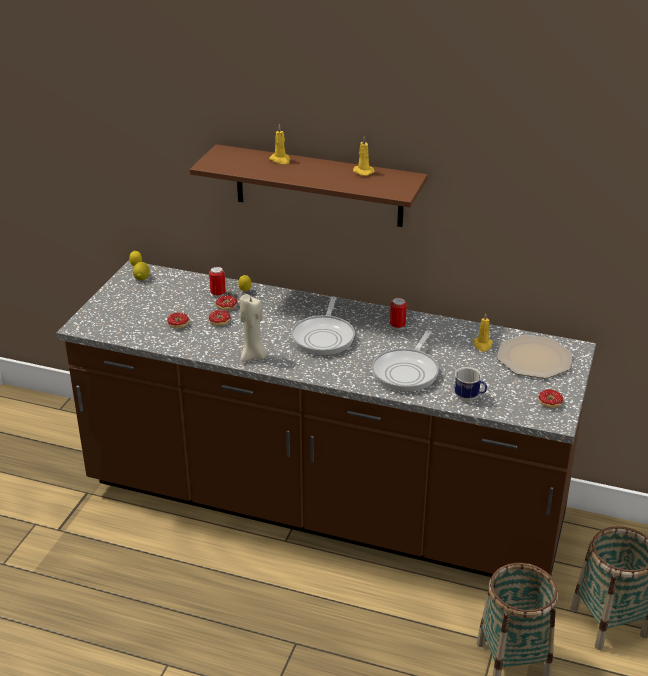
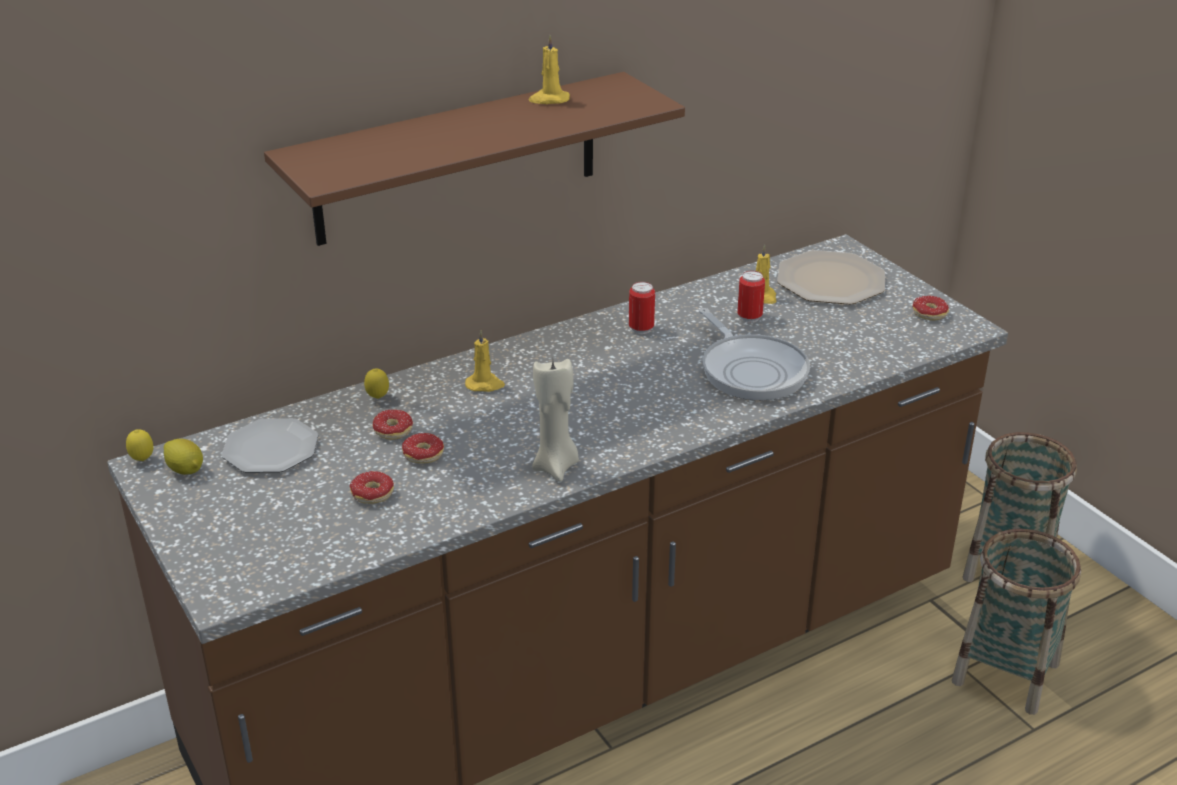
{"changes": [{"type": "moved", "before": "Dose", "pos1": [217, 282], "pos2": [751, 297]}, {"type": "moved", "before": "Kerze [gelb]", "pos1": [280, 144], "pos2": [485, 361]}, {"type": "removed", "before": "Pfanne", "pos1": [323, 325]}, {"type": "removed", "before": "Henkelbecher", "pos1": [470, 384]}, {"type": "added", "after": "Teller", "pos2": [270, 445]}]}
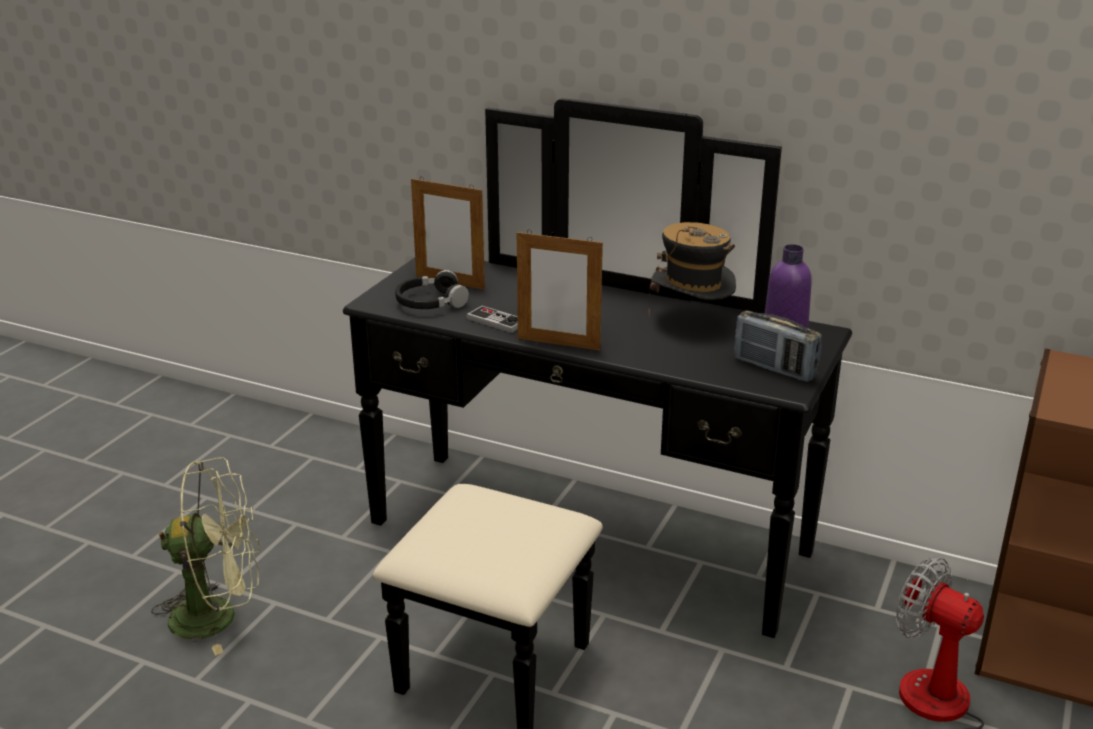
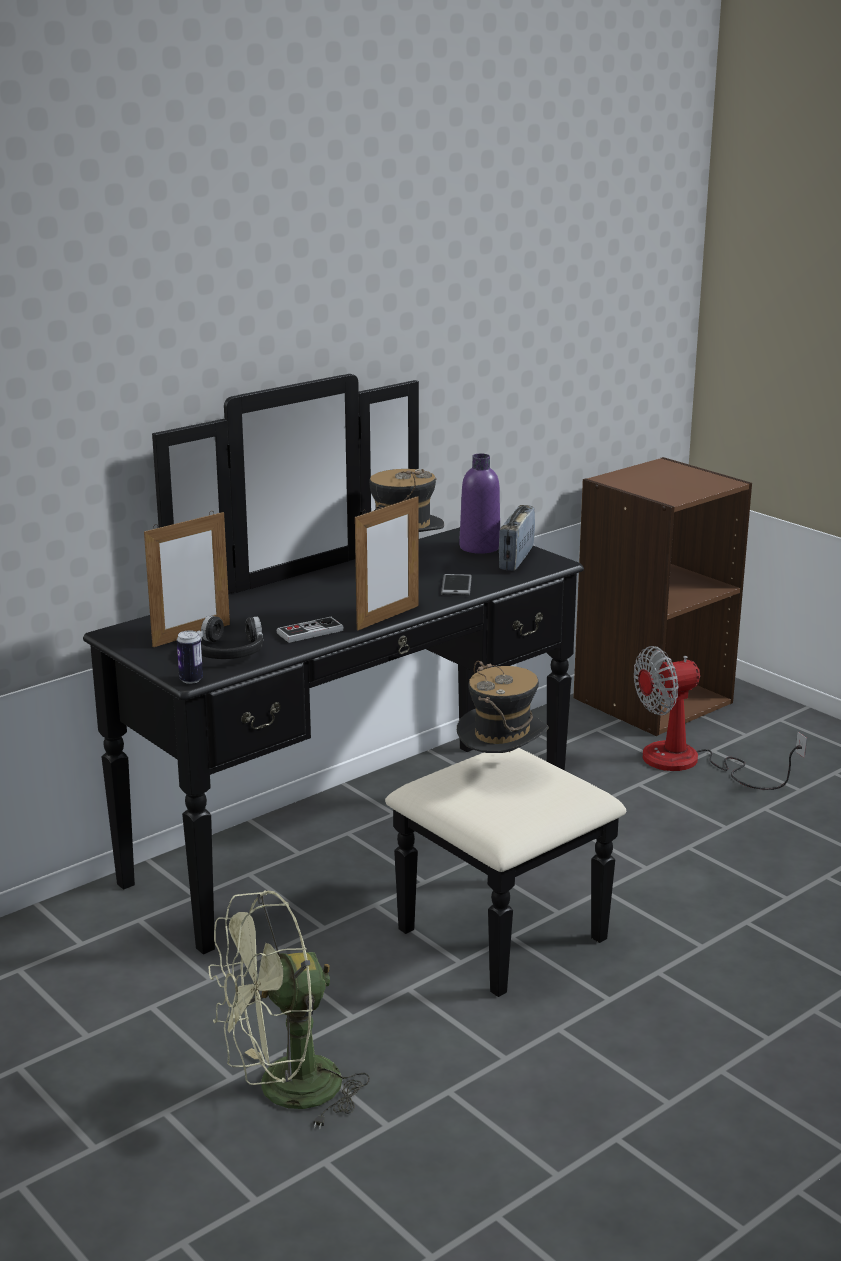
{"changes": [{"type": "turned", "before": "Ventilator [grün]", "pos1": [205, 556], "pos2": [289, 1010], "turn": -135}, {"type": "turned", "before": "Radio", "pos1": [778, 346], "pos2": [517, 538], "turn": 135}, {"type": "added", "after": "Dose", "pos2": [190, 657]}, {"type": "added", "after": "Handy", "pos2": [456, 585]}, {"type": "added", "after": "Hut", "pos2": [503, 707]}]}
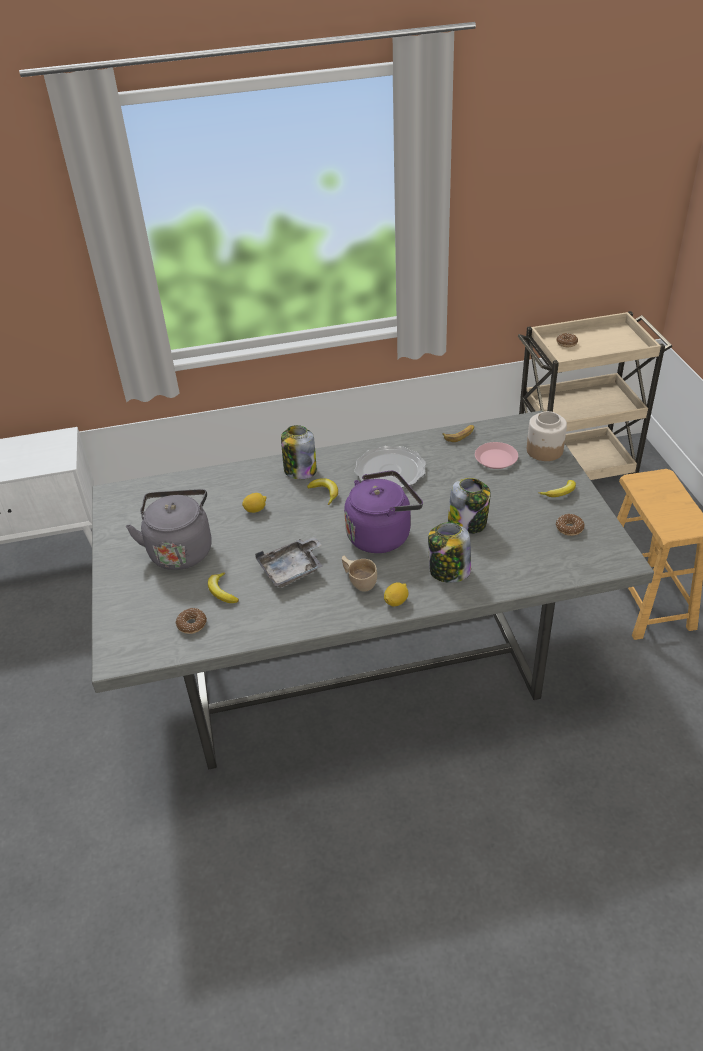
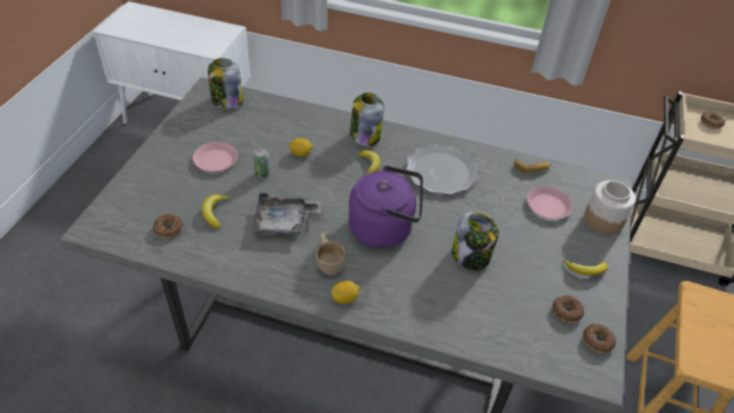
{"changes": [{"type": "replaced", "before": "Wasserkessel [grau]", "after": "Teller [rosa]", "pos1": [169, 529], "pos2": [215, 157]}, {"type": "moved", "before": "Vorratsglas", "pos1": [449, 552], "pos2": [225, 83]}, {"type": "added", "after": "Dose", "pos2": [262, 163]}, {"type": "added", "after": "Donut", "pos2": [599, 338]}]}
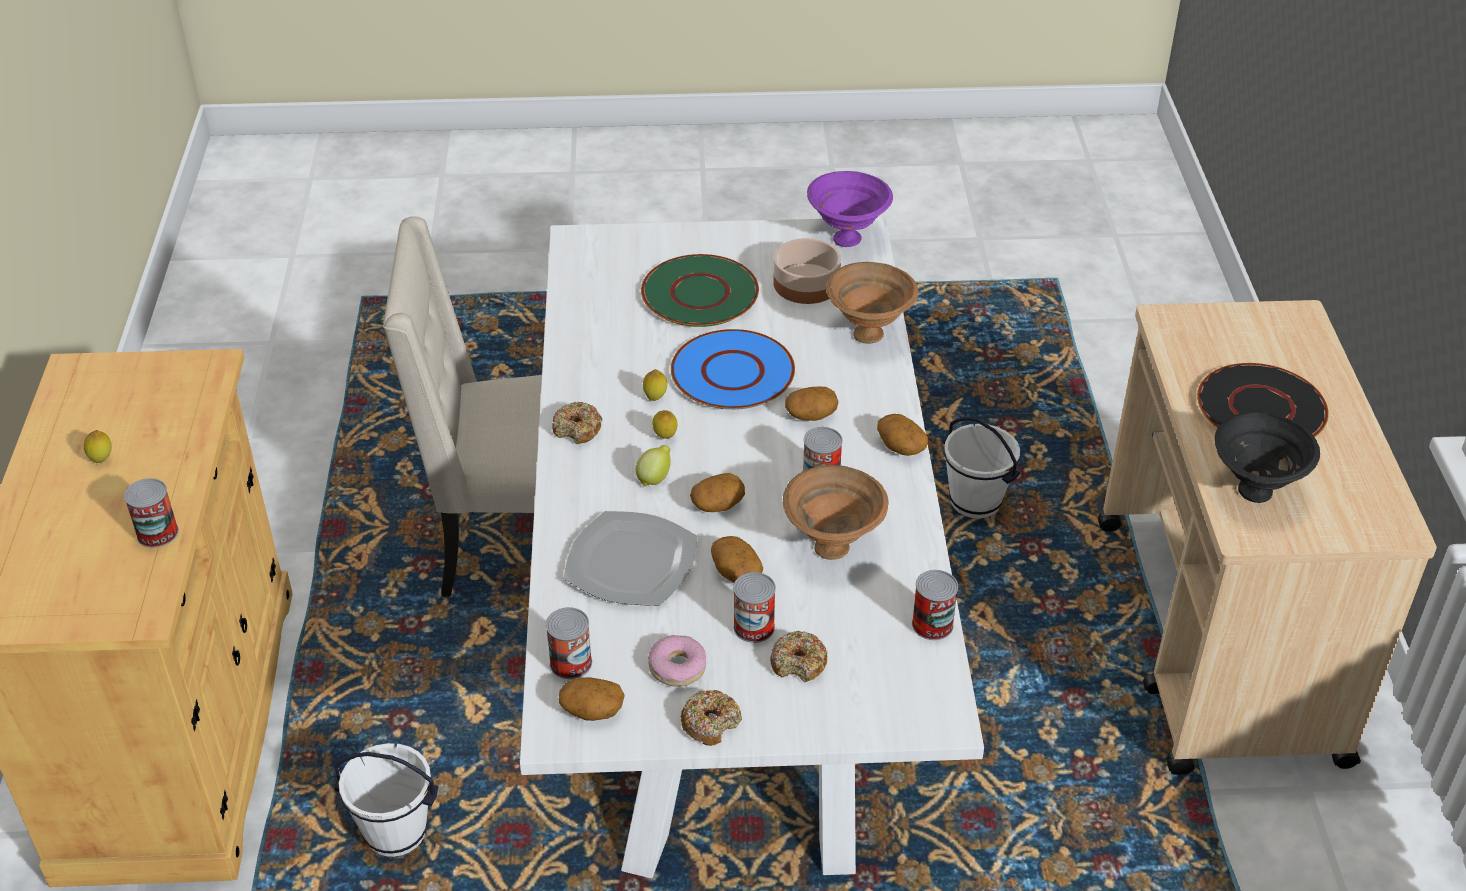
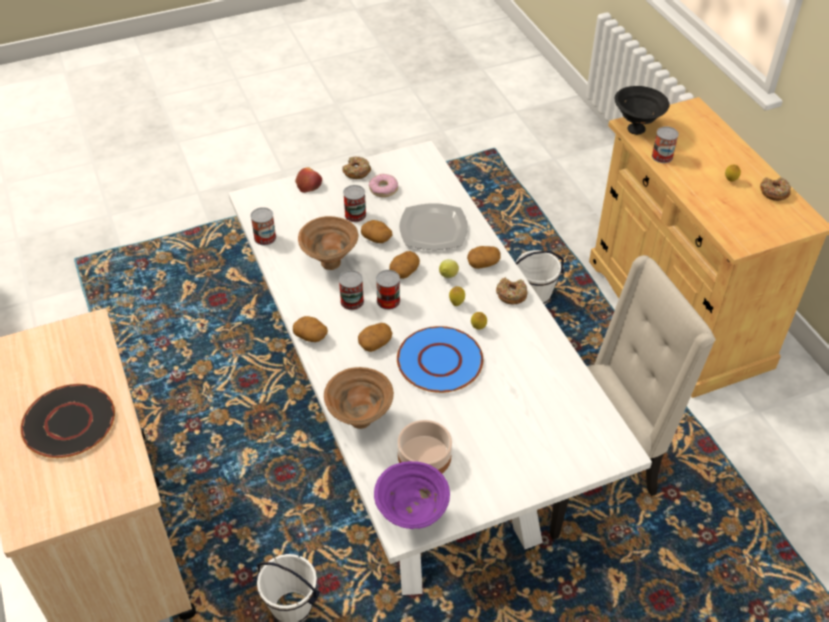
{"changes": [{"type": "moved", "before": "Dose", "pos1": [569, 643], "pos2": [388, 290]}, {"type": "moved", "before": "Kartoffel", "pos1": [591, 699], "pos2": [484, 257]}, {"type": "removed", "before": "Teller [grün]", "pos1": [700, 290]}, {"type": "moved", "before": "Donut", "pos1": [799, 656], "pos2": [775, 189]}, {"type": "moved", "before": "Schüssel [schwarz]", "pos1": [1267, 457], "pos2": [642, 110]}, {"type": "added", "after": "Apfel", "pos2": [308, 180]}]}
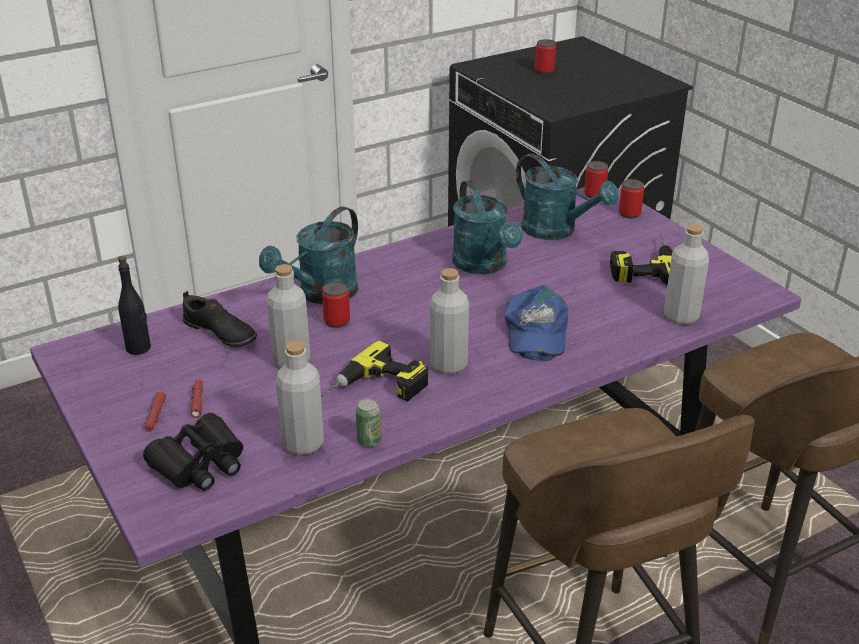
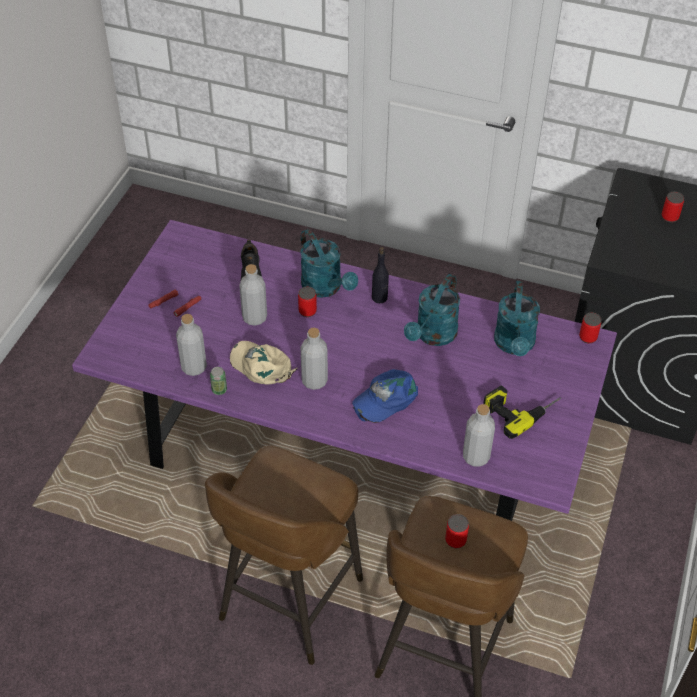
{"changes": [{"type": "moved", "before": "Flasche [schwarz]", "pos1": [134, 305], "pos2": [380, 275]}, {"type": "removed", "before": "Fernglas [schwarz]", "pos1": [193, 452]}, {"type": "turned", "before": "Gießkanne [türkis]", "pos1": [308, 255], "pos2": [329, 263], "turn": -120}, {"type": "replaced", "before": "Bohrmaschine", "after": "Kappe [beige]", "pos1": [374, 371], "pos2": [264, 362]}, {"type": "moved", "before": "Dose", "pos1": [631, 199], "pos2": [457, 531]}]}
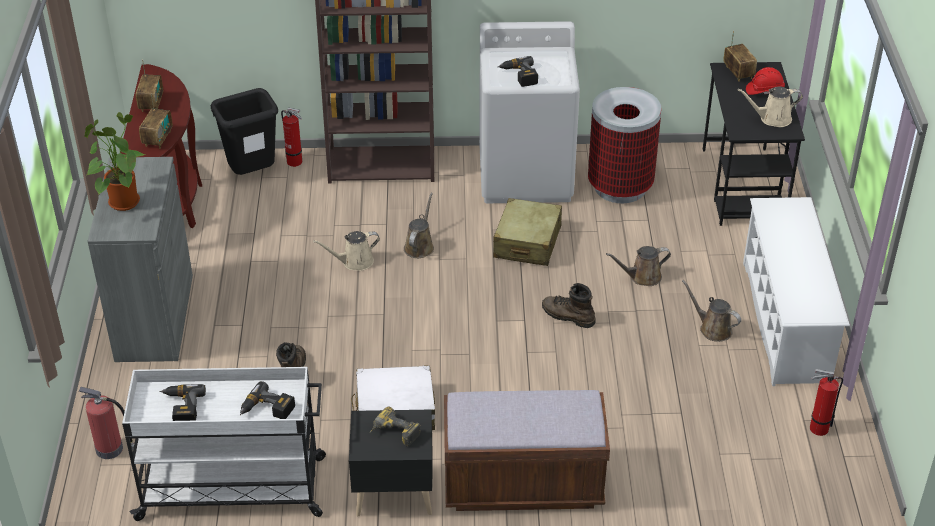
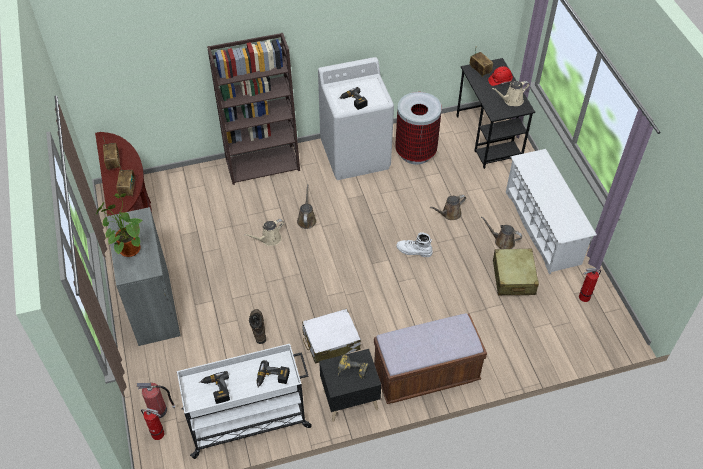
{"changes": [{"type": "removed", "before": "Mülleimer [schwarz]", "pos1": [244, 131]}, {"type": "moved", "before": "Feuerlöscher", "pos1": [291, 137], "pos2": [152, 424]}, {"type": "moved", "before": "Koffer [beige]", "pos1": [527, 232], "pos2": [516, 272]}, {"type": "recoloured", "before": "Stiefel [braun]", "after": "Stiefel [weiß]", "pos1": [569, 305], "pos2": [414, 244]}]}
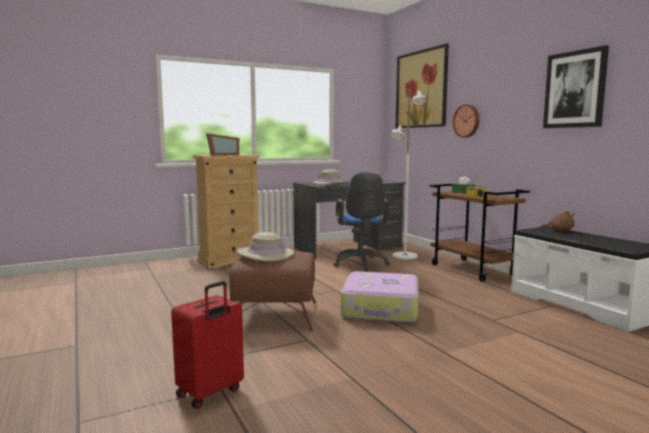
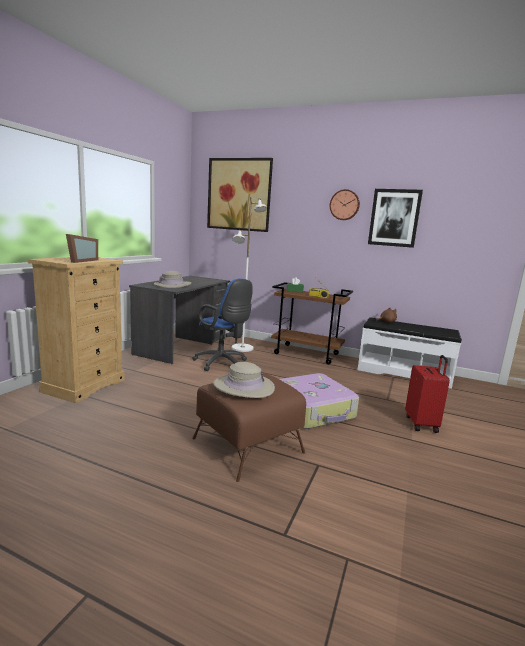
{"changes": [{"type": "moved", "before": "Koffer [rot]", "pos1": [207, 345], "pos2": [427, 394]}, {"type": "moved", "before": "Wanduhr", "pos1": [466, 121], "pos2": [345, 204]}]}
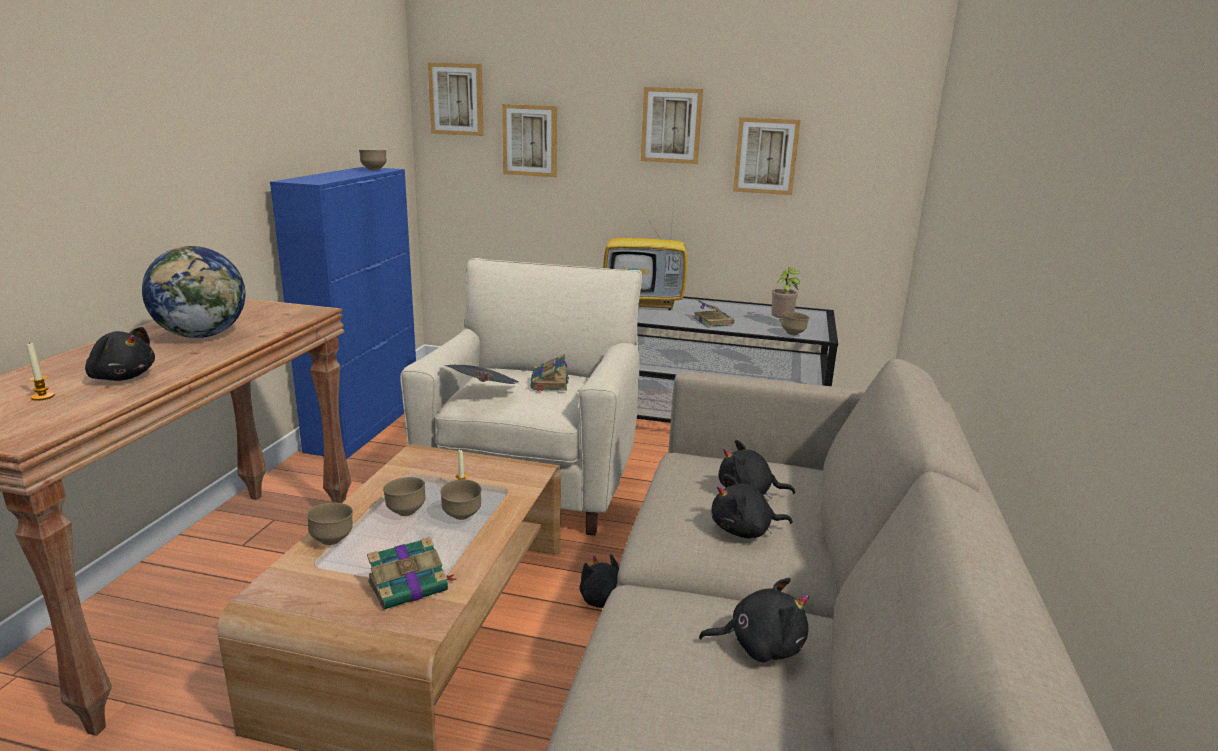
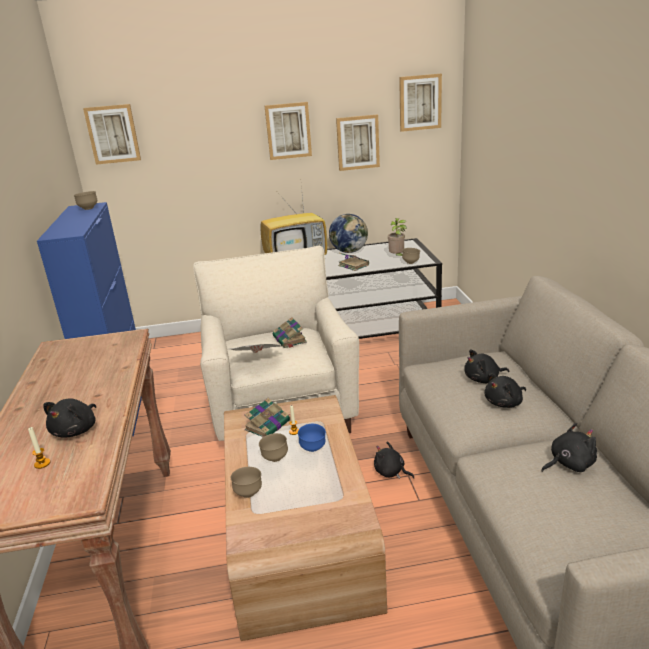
{"changes": [{"type": "turned", "before": "Plüschtier [schwarz]", "pos1": [120, 354], "pos2": [69, 418], "turn": 105}, {"type": "moved", "before": "Globus", "pos1": [194, 292], "pos2": [348, 233]}, {"type": "moved", "before": "Buch", "pos1": [411, 573], "pos2": [267, 418]}, {"type": "recoloured", "before": "Schüssel [braun]", "after": "Schüssel [blau]", "pos1": [461, 499], "pos2": [312, 438]}, {"type": "moved", "before": "Bild", "pos1": [529, 140], "pos2": [420, 103]}]}
